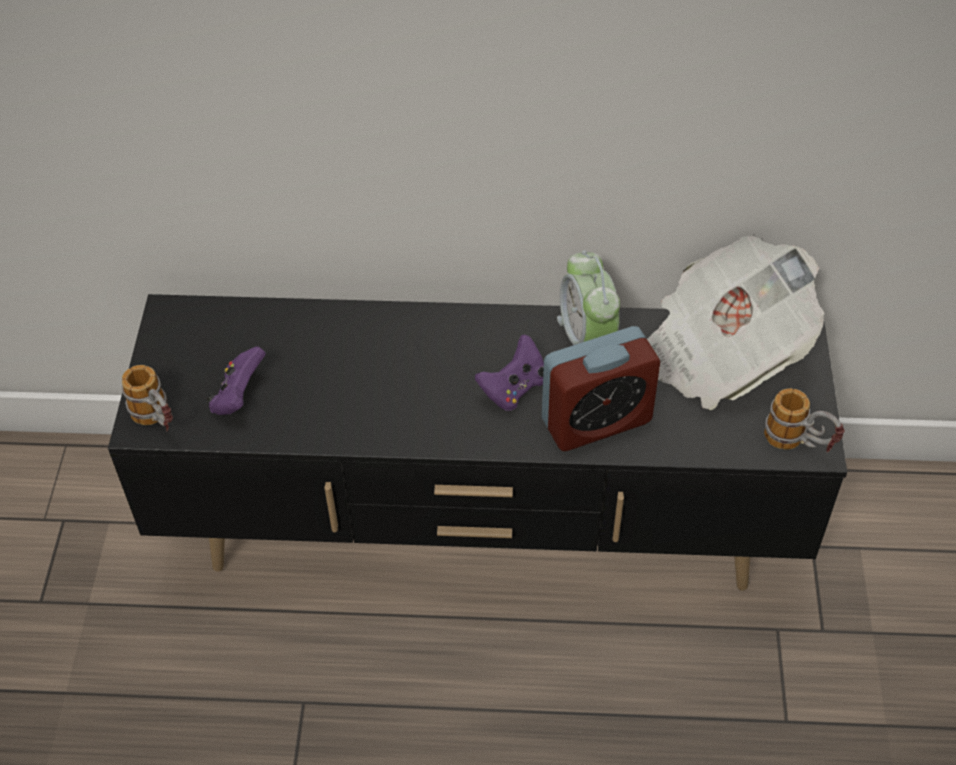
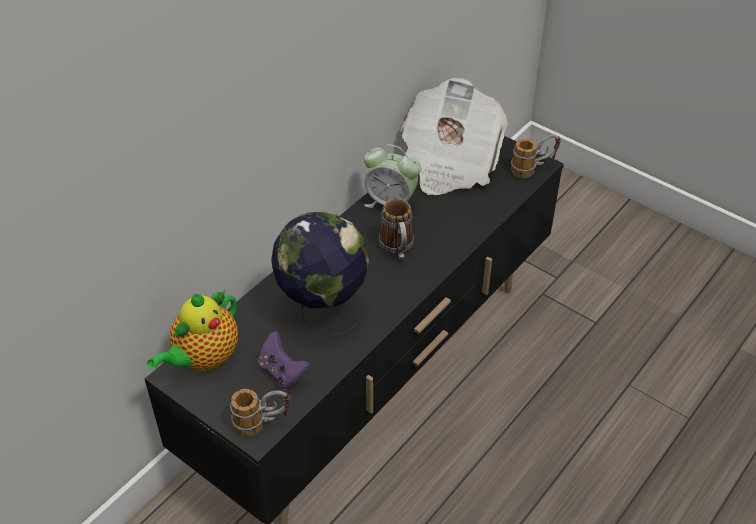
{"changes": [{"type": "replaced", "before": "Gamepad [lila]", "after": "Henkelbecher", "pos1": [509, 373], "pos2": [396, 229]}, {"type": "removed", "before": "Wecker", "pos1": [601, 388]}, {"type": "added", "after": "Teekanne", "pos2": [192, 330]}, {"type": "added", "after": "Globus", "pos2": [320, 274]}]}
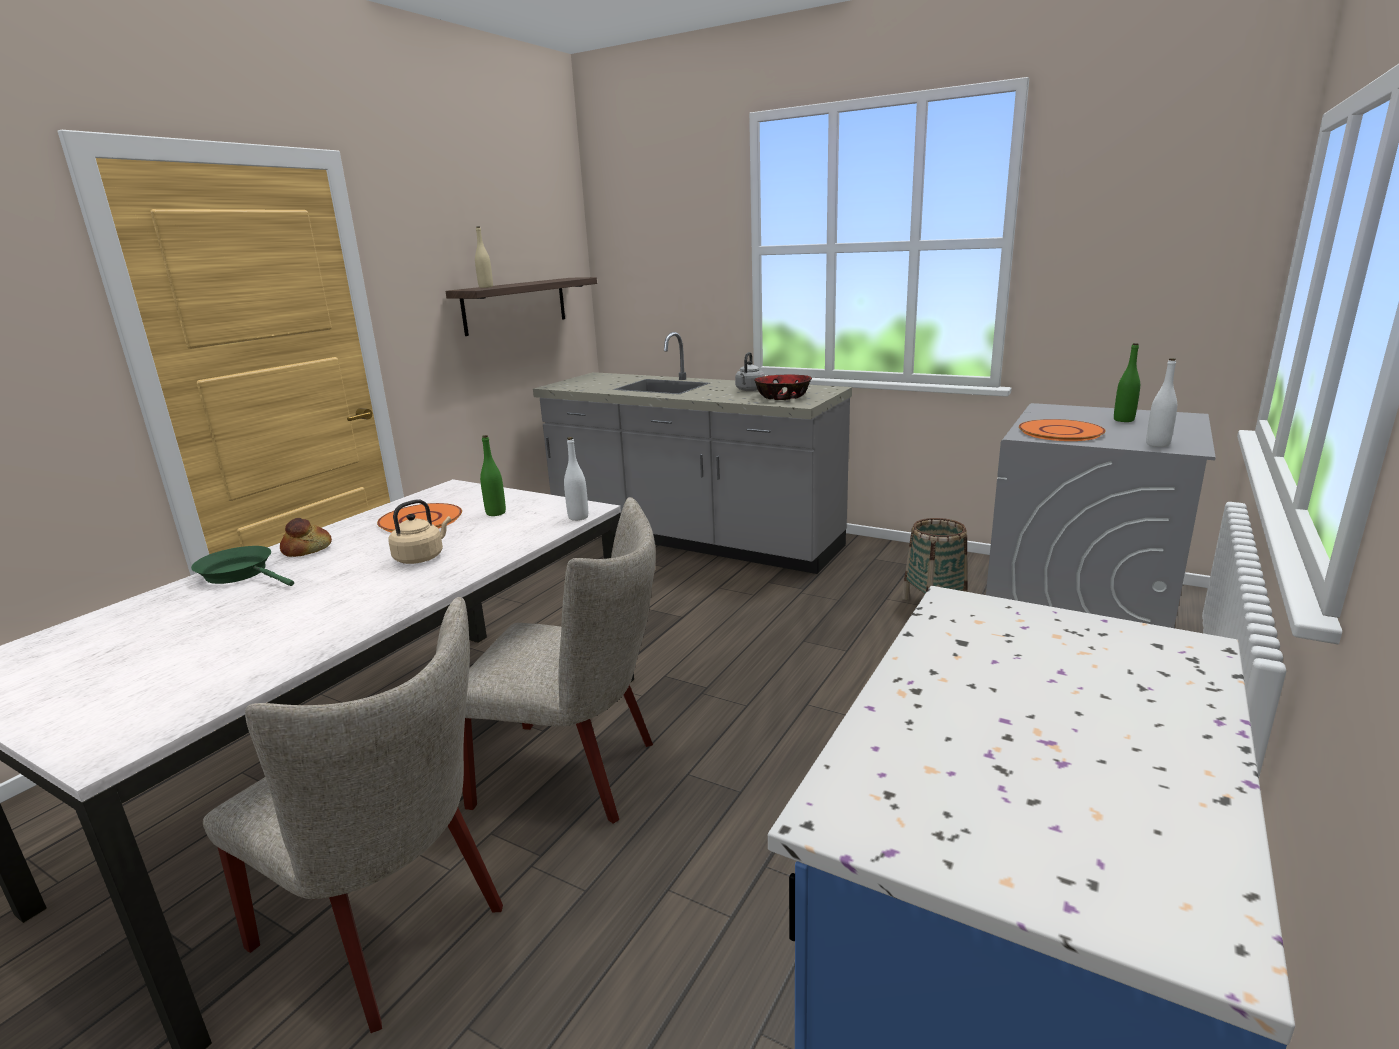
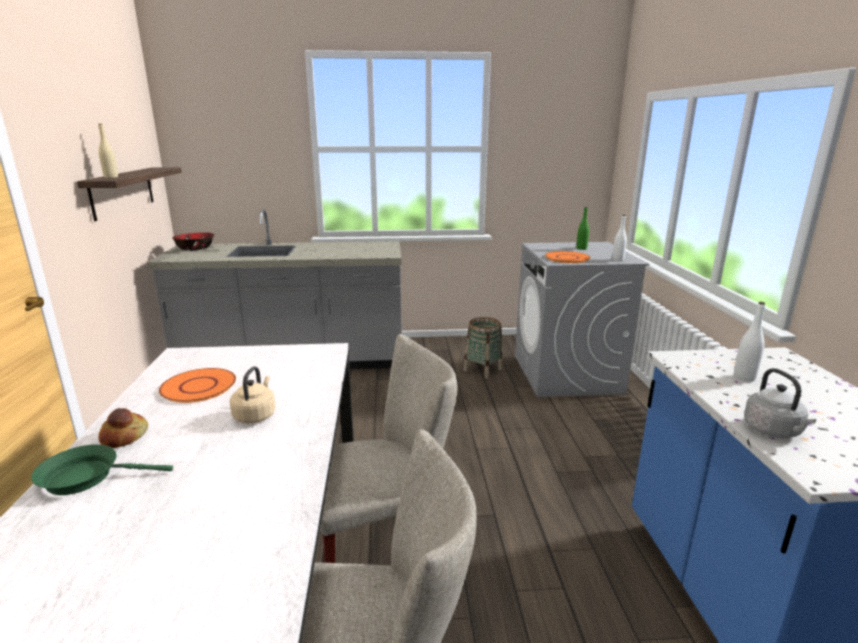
{"changes": [{"type": "removed", "before": "Flasche [grün]", "pos1": [493, 475]}, {"type": "moved", "before": "Flasche [weiß]", "pos1": [576, 479], "pos2": [750, 341]}, {"type": "moved", "before": "Wasserkessel [grau]", "pos1": [750, 371], "pos2": [780, 403]}, {"type": "moved", "before": "Schüssel", "pos1": [783, 387], "pos2": [193, 241]}]}
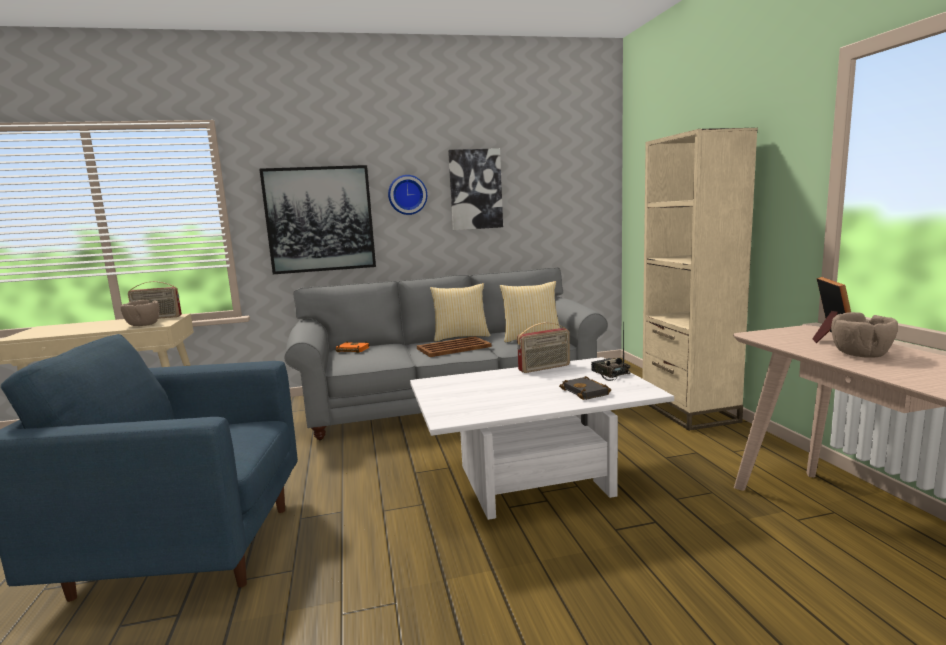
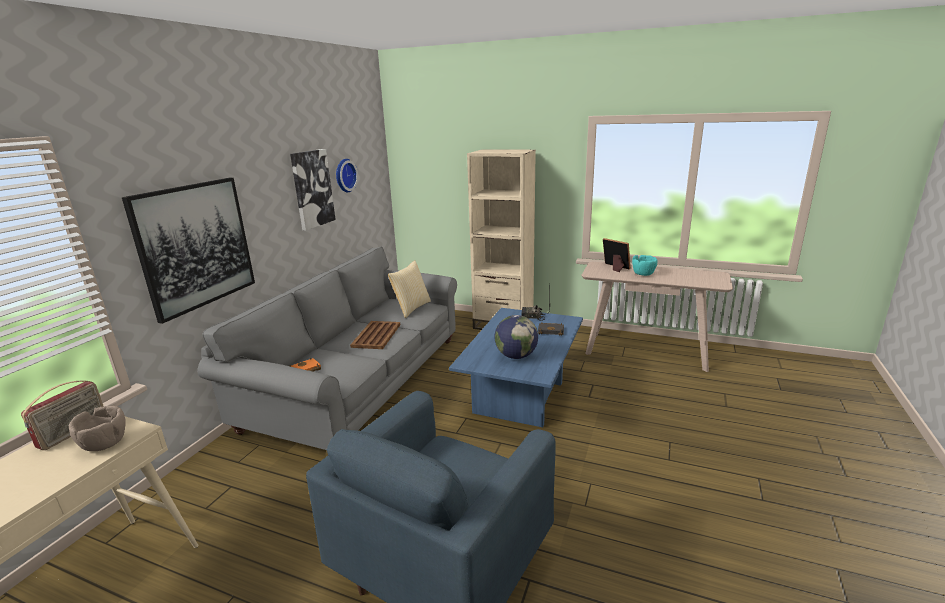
{"changes": [{"type": "moved", "before": "Wanduhr", "pos1": [407, 195], "pos2": [347, 176]}, {"type": "recoloured", "before": "Couchtisch [weiß]", "after": "Couchtisch [blau]", "pos1": [542, 438], "pos2": [516, 367]}, {"type": "removed", "before": "Kissen", "pos1": [460, 312]}, {"type": "removed", "before": "Radio", "pos1": [543, 347]}, {"type": "recoloured", "before": "Schüssel [braun]", "after": "Schüssel [türkis]", "pos1": [864, 335], "pos2": [645, 265]}, {"type": "added", "after": "Globus", "pos2": [516, 337]}]}
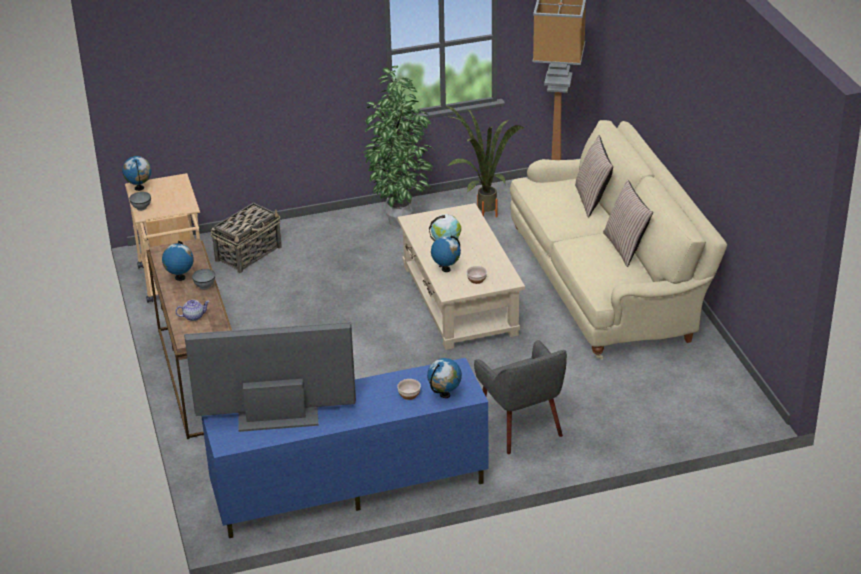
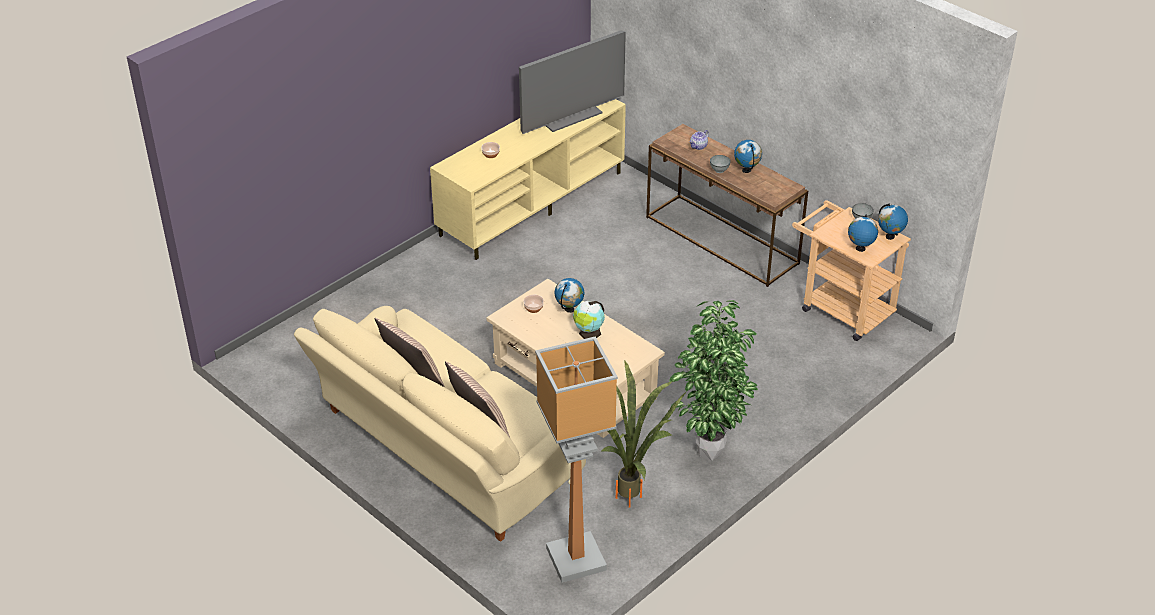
{"changes": [{"type": "recoloured", "before": "Fernsehschrank [blau]", "after": "Fernsehschrank [beige]", "pos1": [344, 448], "pos2": [528, 179]}, {"type": "removed", "before": "Korb", "pos1": [246, 237]}, {"type": "moved", "before": "Globus", "pos1": [444, 378], "pos2": [863, 233]}, {"type": "removed", "before": "Sessel [grau]", "pos1": [520, 397]}]}
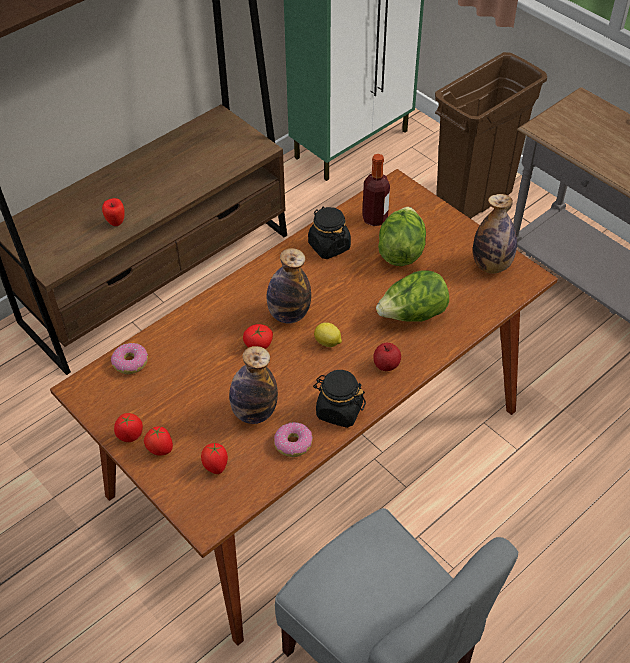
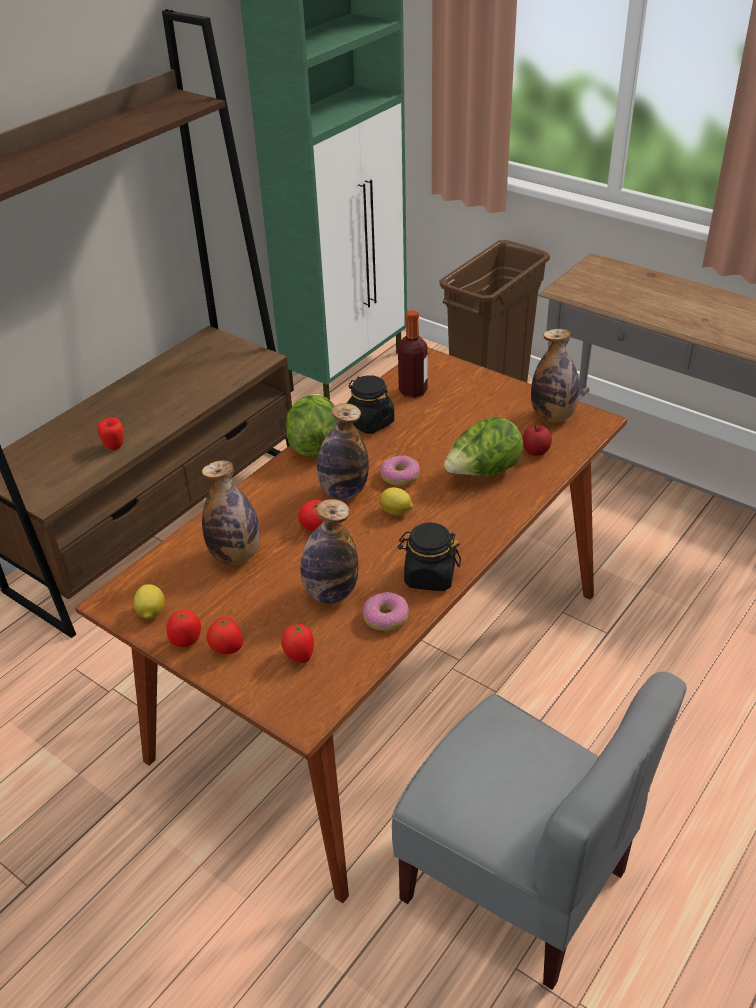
{"changes": [{"type": "moved", "before": "Donut", "pos1": [129, 358], "pos2": [400, 470]}, {"type": "moved", "before": "Apfel", "pos1": [387, 357], "pos2": [537, 440]}, {"type": "moved", "before": "Salatkopf", "pos1": [402, 236], "pos2": [311, 425]}, {"type": "added", "after": "Zitrone", "pos2": [149, 601]}, {"type": "added", "after": "Flasche", "pos2": [231, 512]}]}
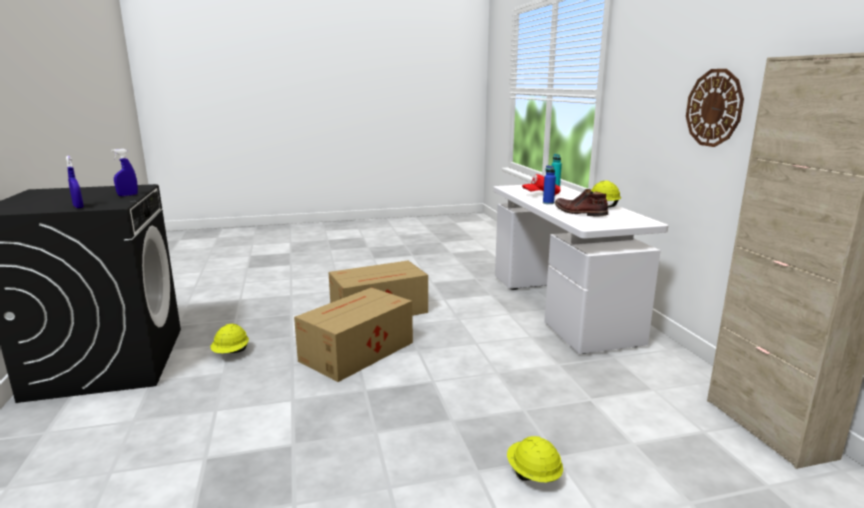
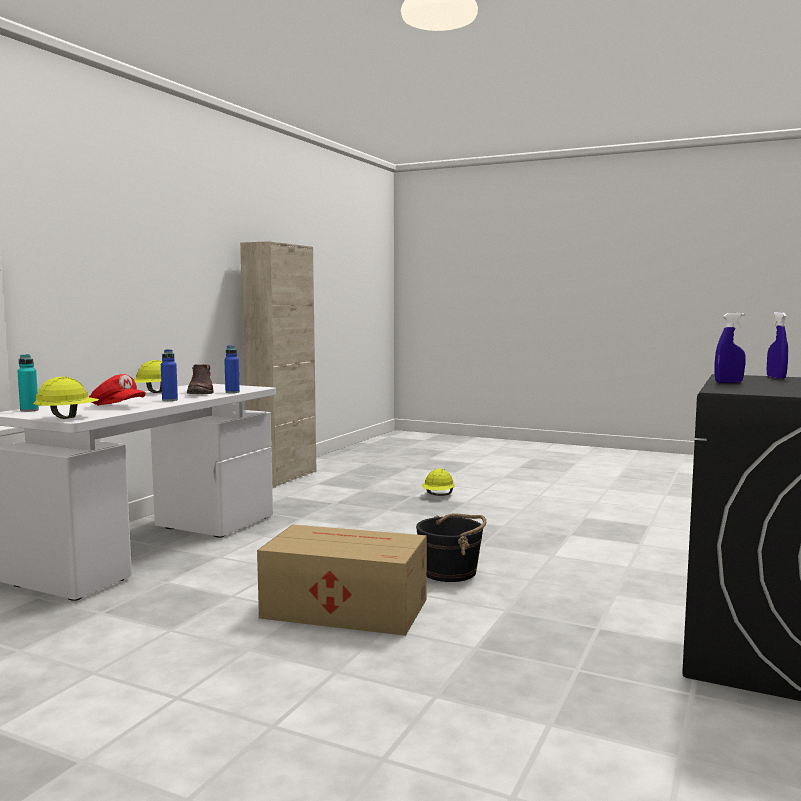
{"changes": [{"type": "moved", "before": "Schutzhelm [gelb]", "pos1": [230, 338], "pos2": [66, 398]}, {"type": "replaced", "before": "Karton", "after": "Eimer [schwarz]", "pos1": [353, 334], "pos2": [451, 547]}, {"type": "removed", "before": "Wanduhr", "pos1": [715, 108]}, {"type": "added", "after": "Flasche [blau]", "pos2": [232, 369]}]}
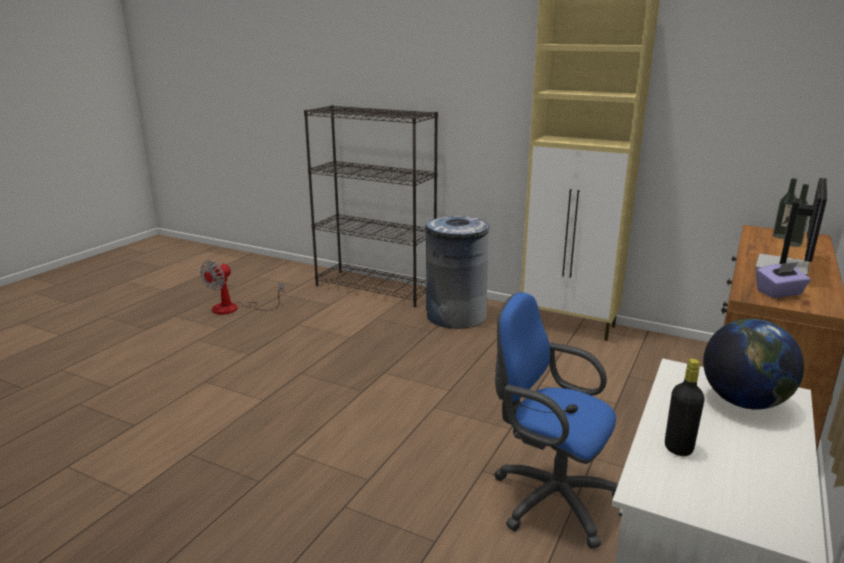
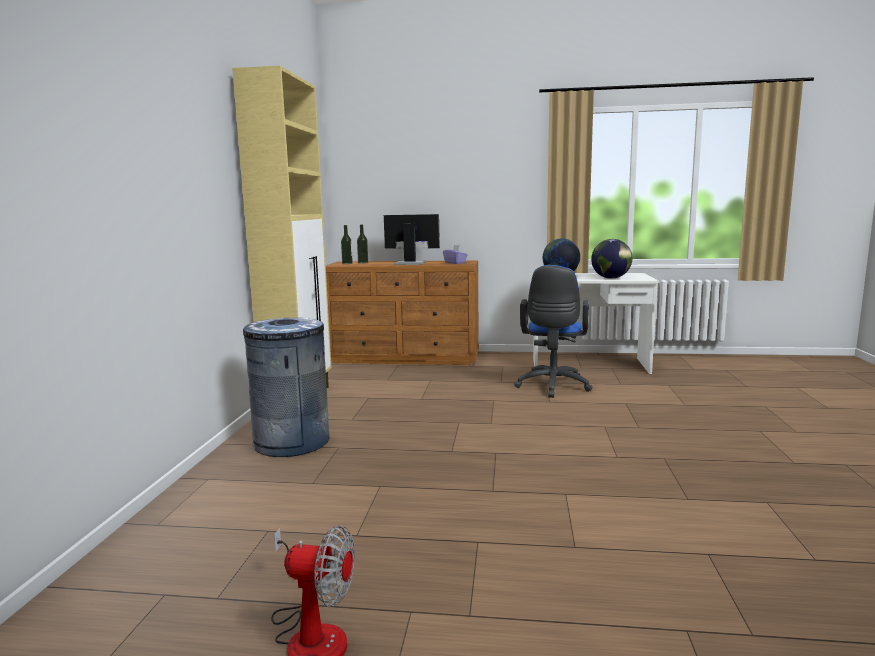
{"changes": [{"type": "removed", "before": "Bücherregal [schwarz]", "pos1": [371, 206]}, {"type": "replaced", "before": "Flasche [schwarz]", "after": "Globus", "pos1": [685, 407], "pos2": [611, 259]}]}
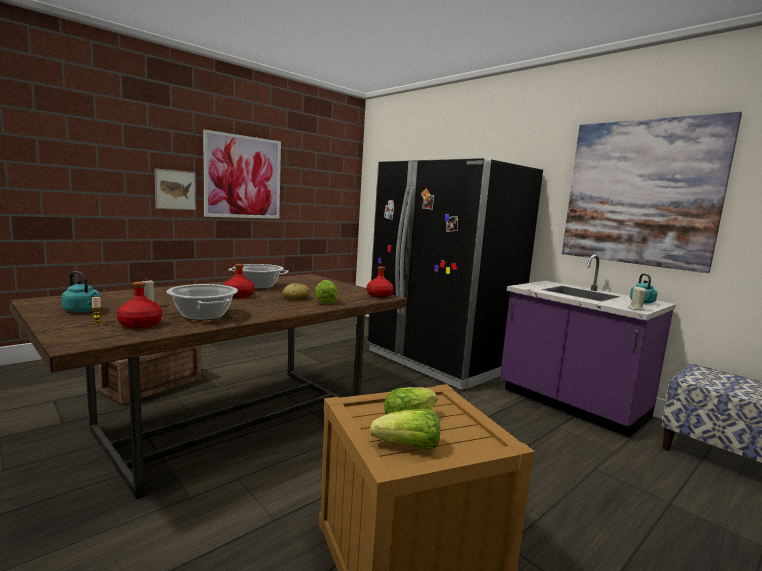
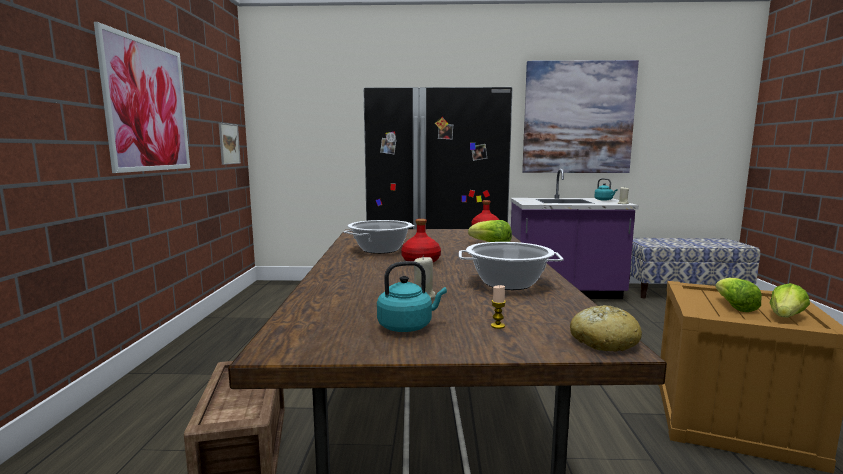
{"changes": [{"type": "removed", "before": "Flasche [rot]", "pos1": [139, 305]}, {"type": "moved", "before": "Bild", "pos1": [175, 189], "pos2": [230, 144]}, {"type": "moved", "before": "Brot", "pos1": [296, 291], "pos2": [606, 328]}]}
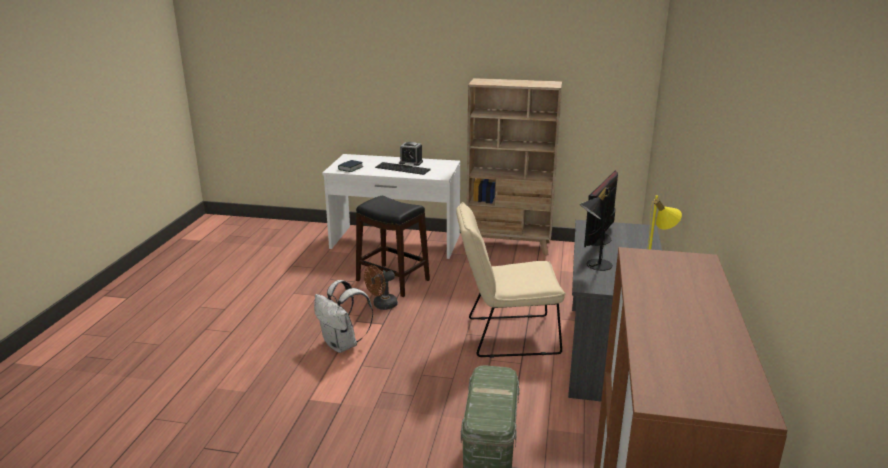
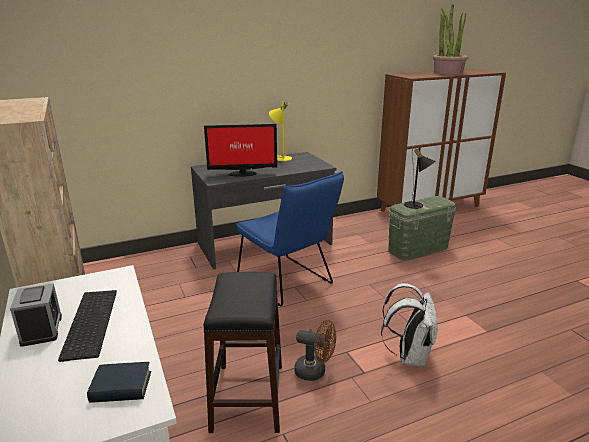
{"changes": [{"type": "recoloured", "before": "Stuhl [beige]", "after": "Stuhl [blau]", "pos1": [510, 280], "pos2": [290, 239]}, {"type": "moved", "before": "Tischlampe [schwarz]", "pos1": [596, 229], "pos2": [420, 178]}, {"type": "added", "after": "Topfpflanze", "pos2": [450, 39]}]}
